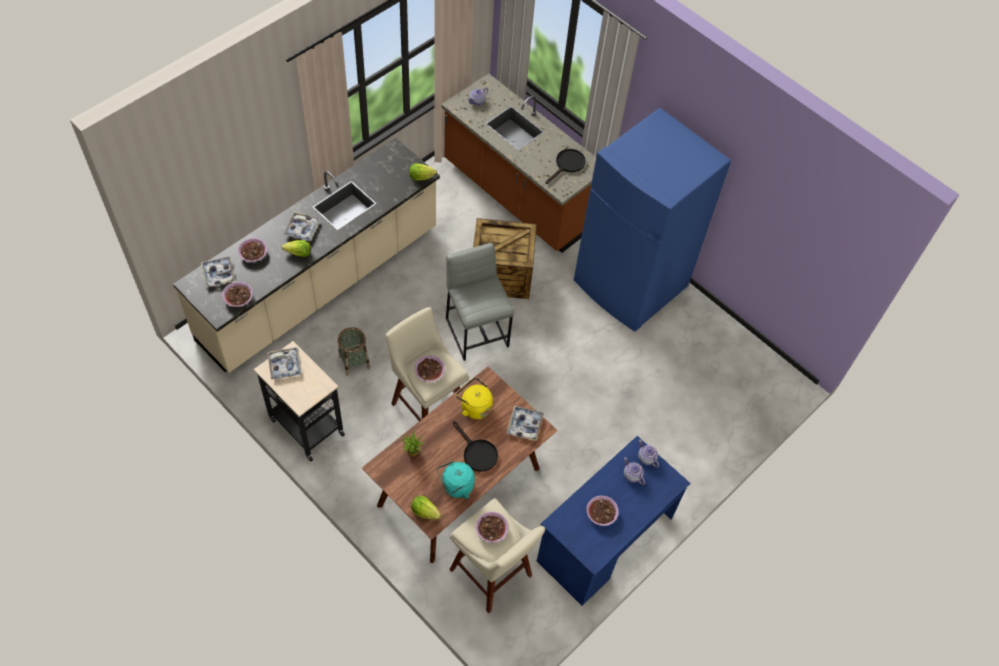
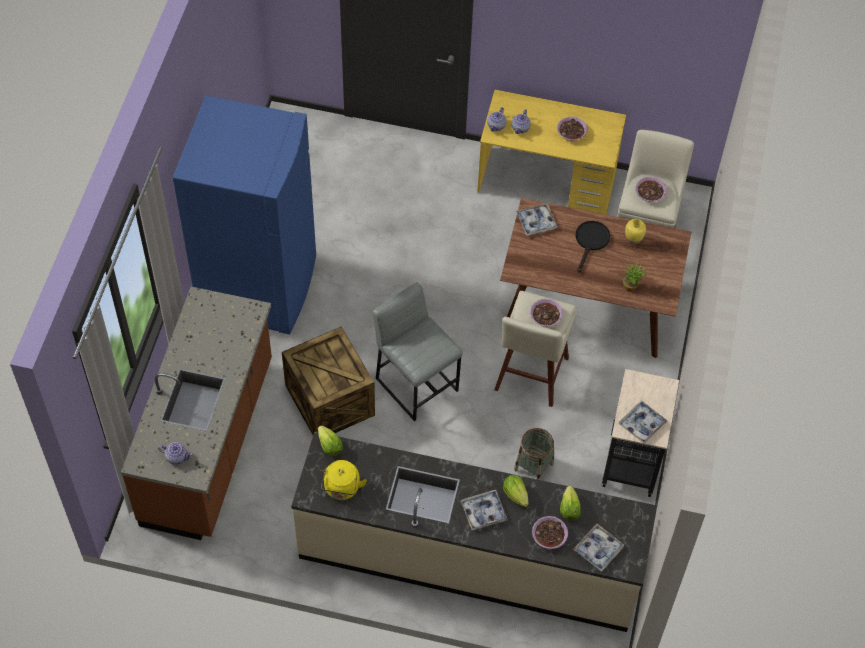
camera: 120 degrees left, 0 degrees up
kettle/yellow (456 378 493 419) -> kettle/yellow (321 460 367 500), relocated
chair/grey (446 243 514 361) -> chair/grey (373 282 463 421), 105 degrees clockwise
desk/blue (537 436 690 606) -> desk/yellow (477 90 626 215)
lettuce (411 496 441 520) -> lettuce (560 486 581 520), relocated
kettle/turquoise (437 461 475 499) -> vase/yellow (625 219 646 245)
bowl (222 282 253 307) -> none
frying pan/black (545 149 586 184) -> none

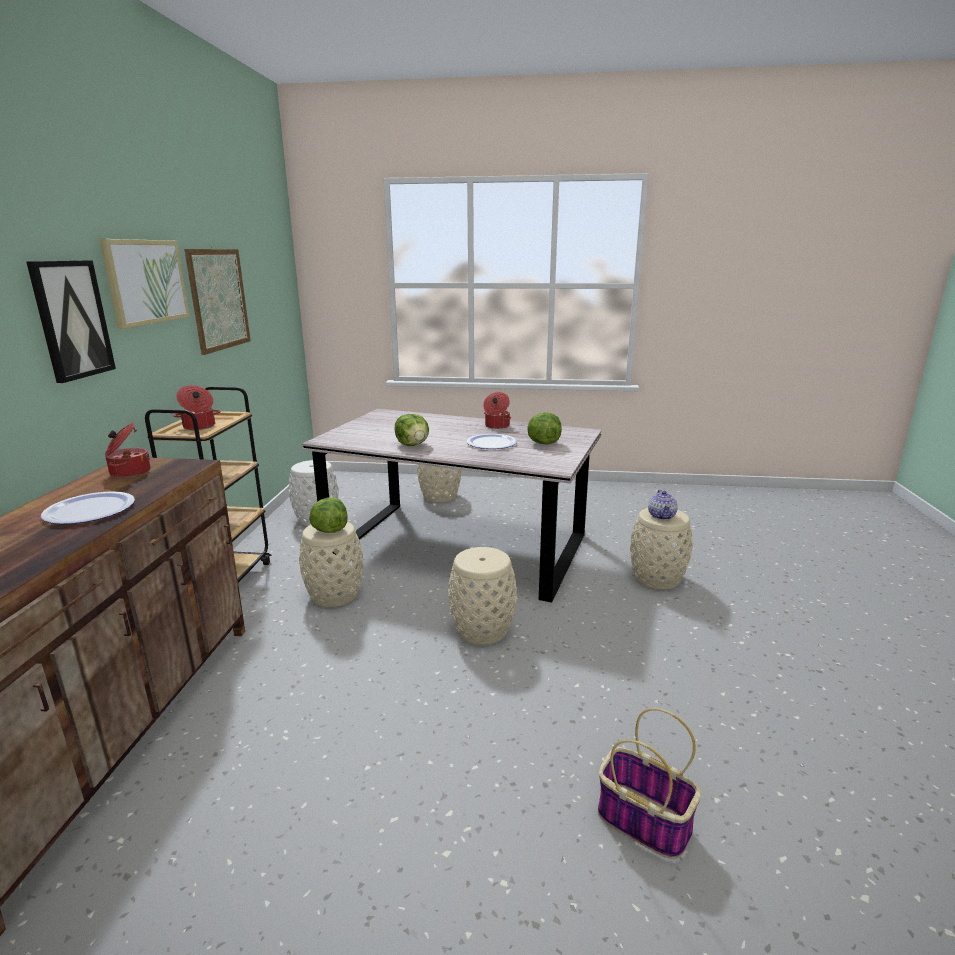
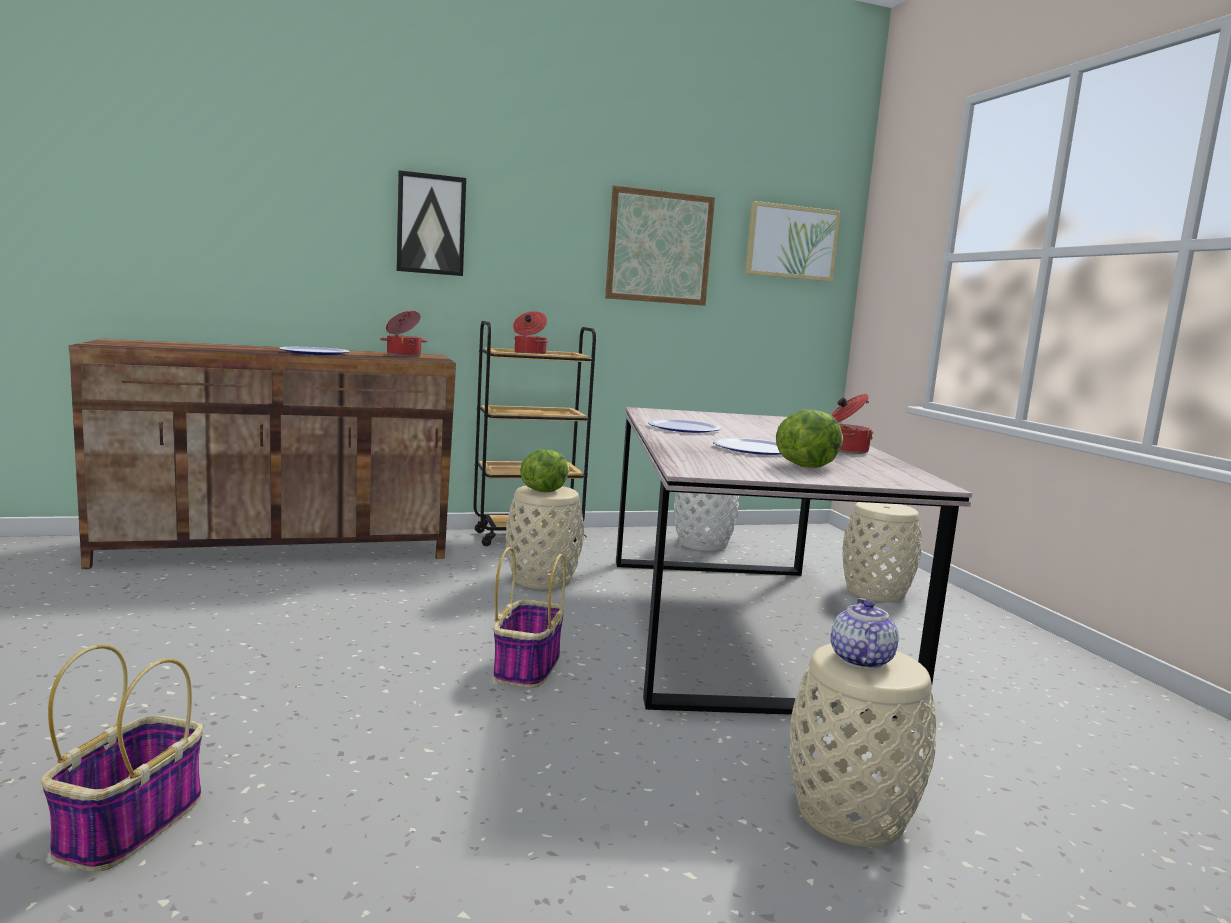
camera: 65 degrees right, 10 degrees down
stool/beige (448 547 517 645) -> basket (493 547 566 688)
lettuce (395 414 429 446) -> plate (647 419 721 433)
picture (99 239 190 329) -> picture (745 201 841 282), relocated
teapot (648 490 678 520) -> teapot (831 598 899 669), 120 degrees clockwise

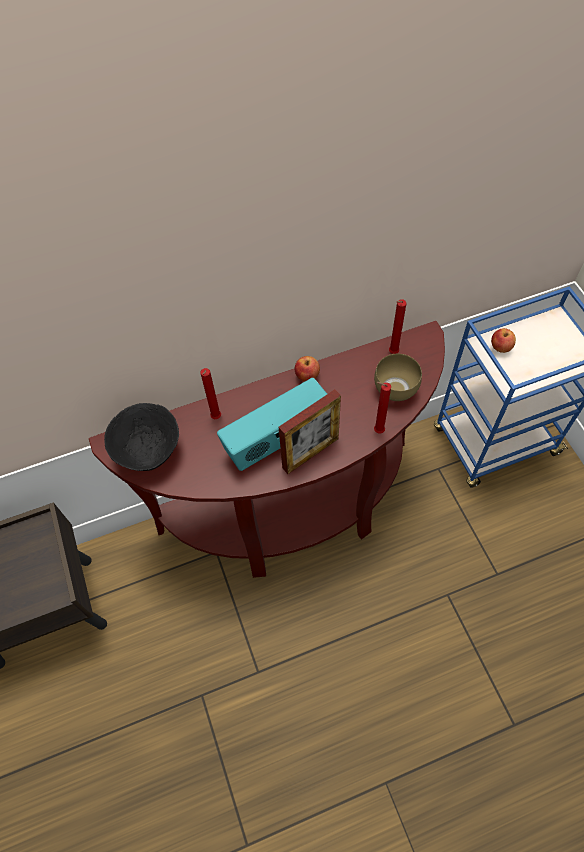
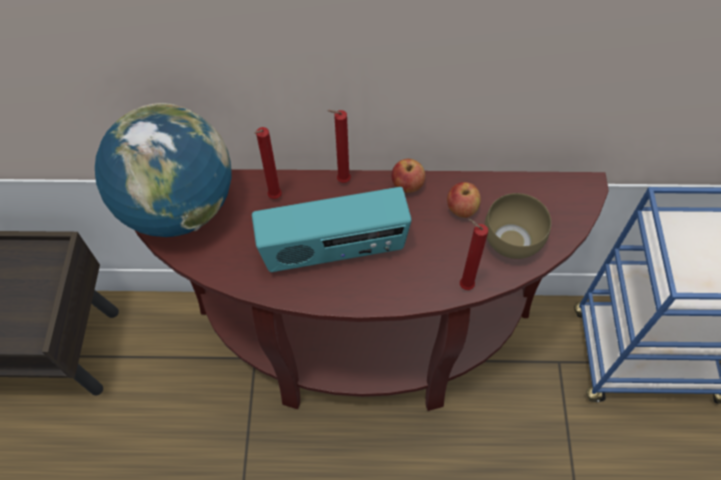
camera: 20 degrees right, 0 degrees up
bowl/black (104 403 179 471) -> globe (95 103 231 237)
candle/red (389 299 406 354) -> candle/red (328 110 351 183), relocated
apple (491 328 516 353) -> apple (447 182 481 218), relocated
picture frame (278 389 341 474) -> none

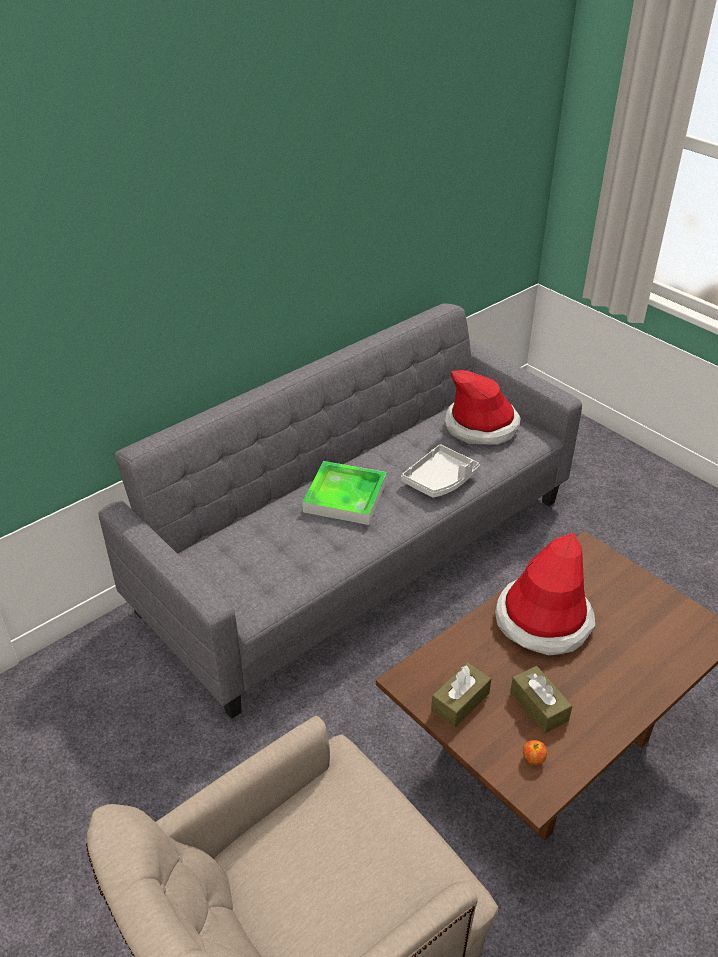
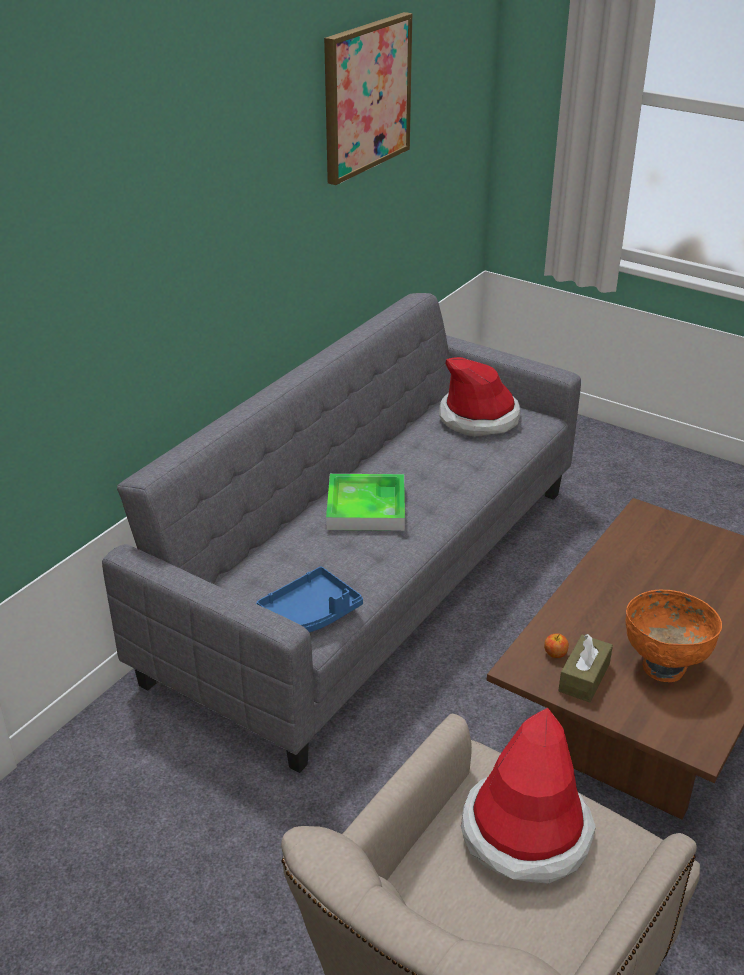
camera: 15 degrees left, 5 degrees down
none -> tray/blue (256 566 363 632)
none -> picture (324 12 412 185)
hat (495 532 595 656) -> hat (461 708 596 884), relocated
apple (523 740 547 765) -> apple (544 633 569 658), relocated
tissue box/brown (510 666 572 734) -> bowl/orange (626 590 722 682)
tray/grey (401 444 480 498) -> none

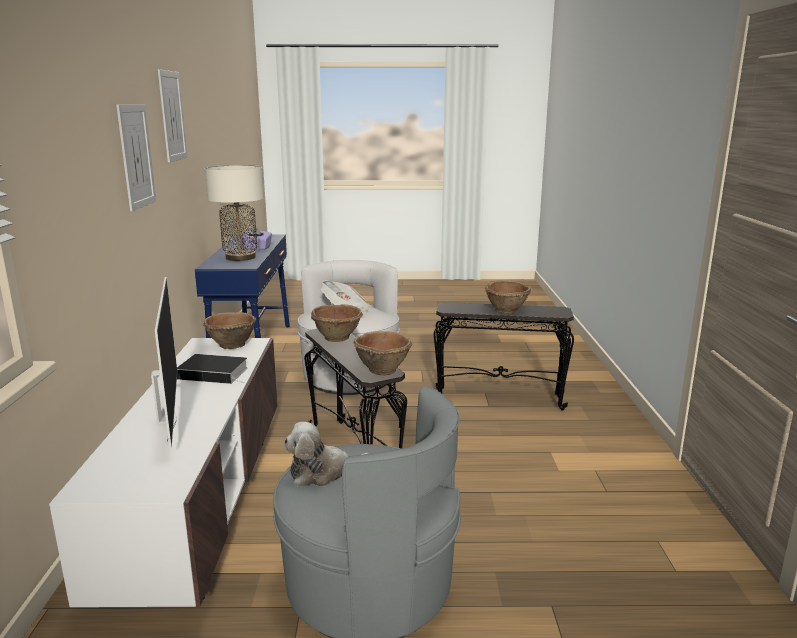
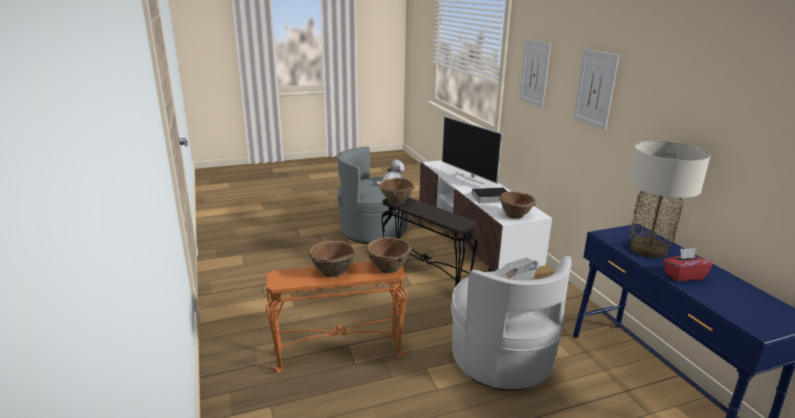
camera: 160 degrees right, 5 degrees up
side table/black (434 302 574 411) -> side table/orange (266 262 407 374)
bowl/brown (311 304 363 342) -> bowl/brown (366 237 412 273), relocated
picture (158 69 188 162) -> picture (519 39 551 108), relocated
tissue box/purple (241 227 272 250) -> tissue box/red (663 248 713 282)

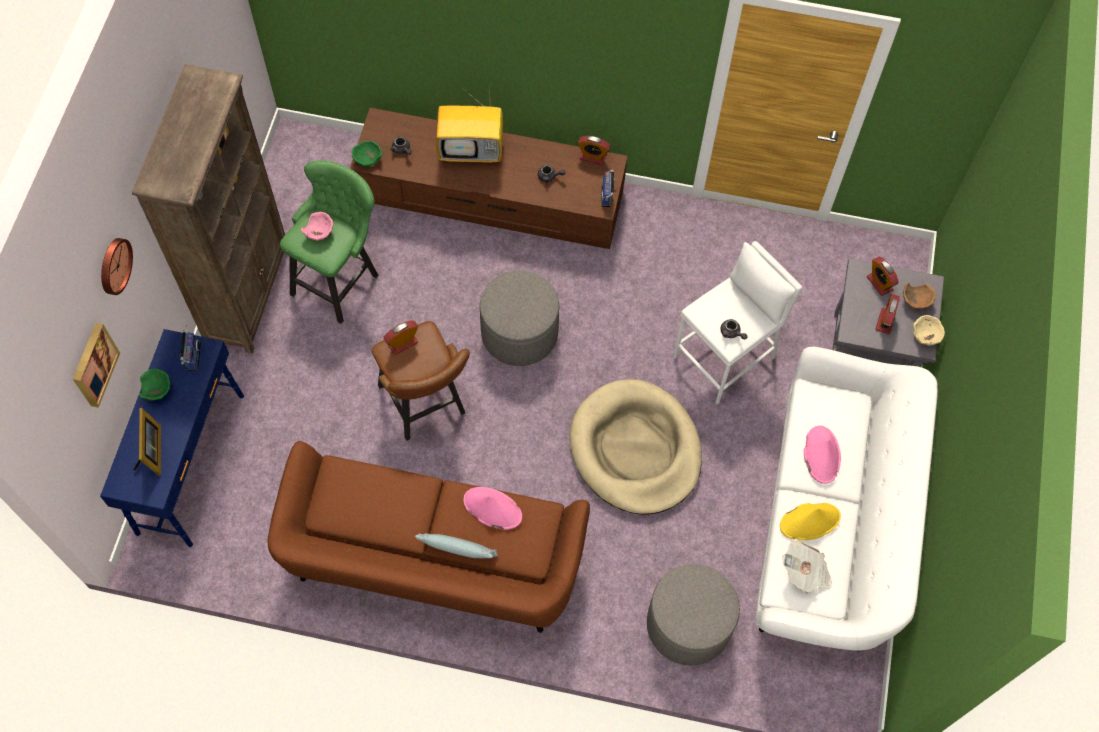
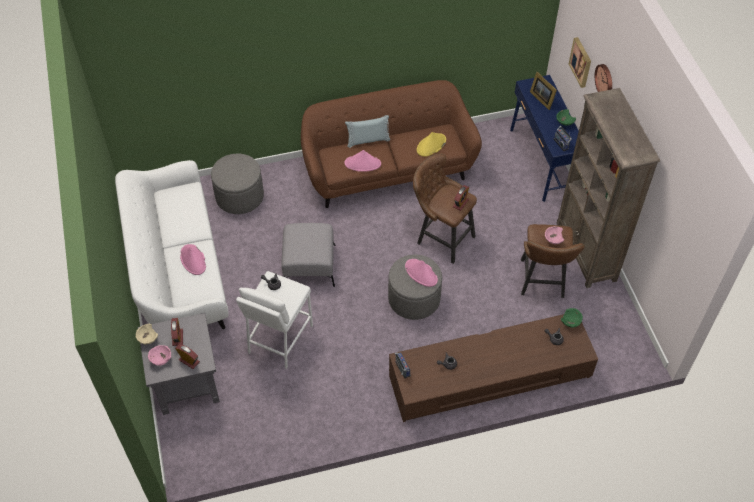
camera: 155 degrees right, 10 degrees down
bowl/brown (903 282 936 309) -> bowl/pink (148 345 171 366)
dog bed/beige (570 379 702 515) -> ottoman/grey (281 223 336 287)
none -> hat/pink (405 259 438 287)
hat/yellow (780 503 841 540) -> hat/yellow (417 132 446 157), relocated
stool/green (280 160 378 324) -> stool/brown (521 224 585 298)
television (436 86 503 163) -> none
alarm clock (578 136 610 165) -> none
newspaper (782 540 832 593) -> none

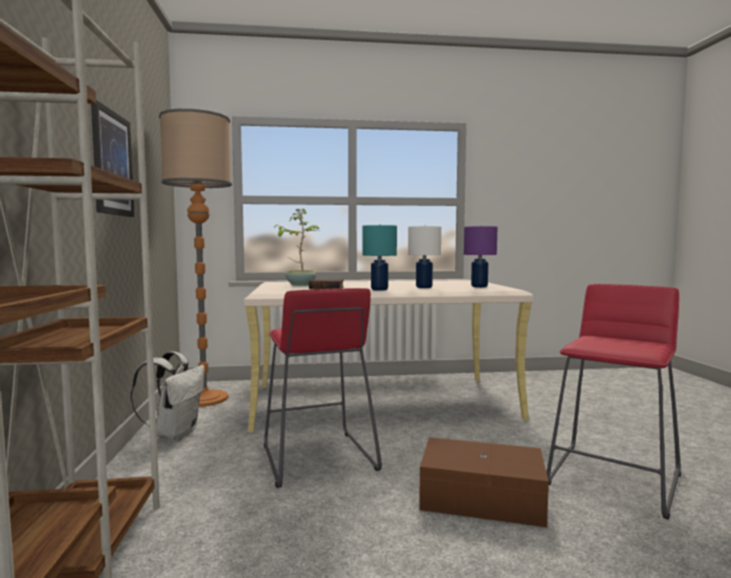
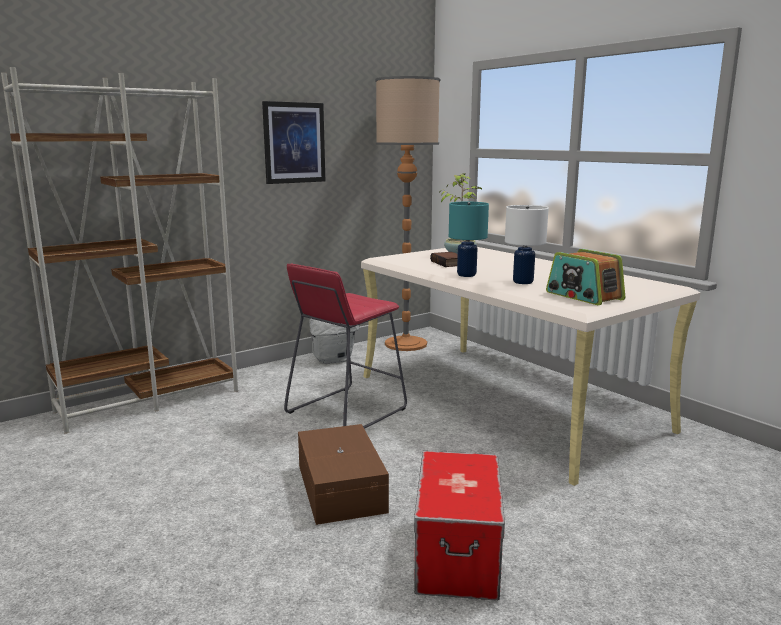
camera: 60 degrees right, 10 degrees up
stool/red (547 284 681 520) -> storage box (414 451 505 600)
table lamp/purple (464 226 497 288) -> radio (546 249 625 305)

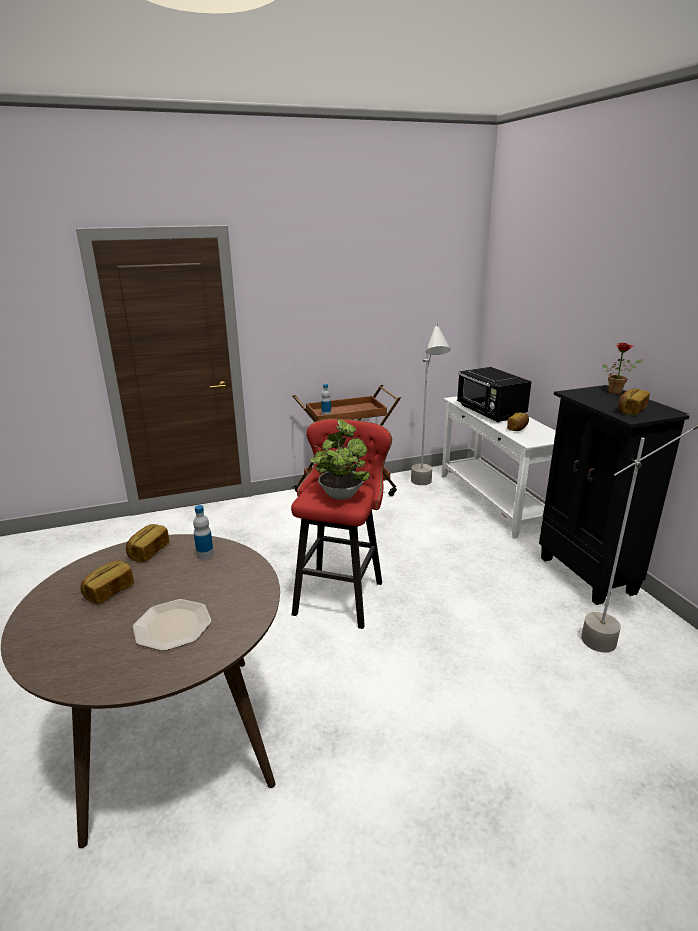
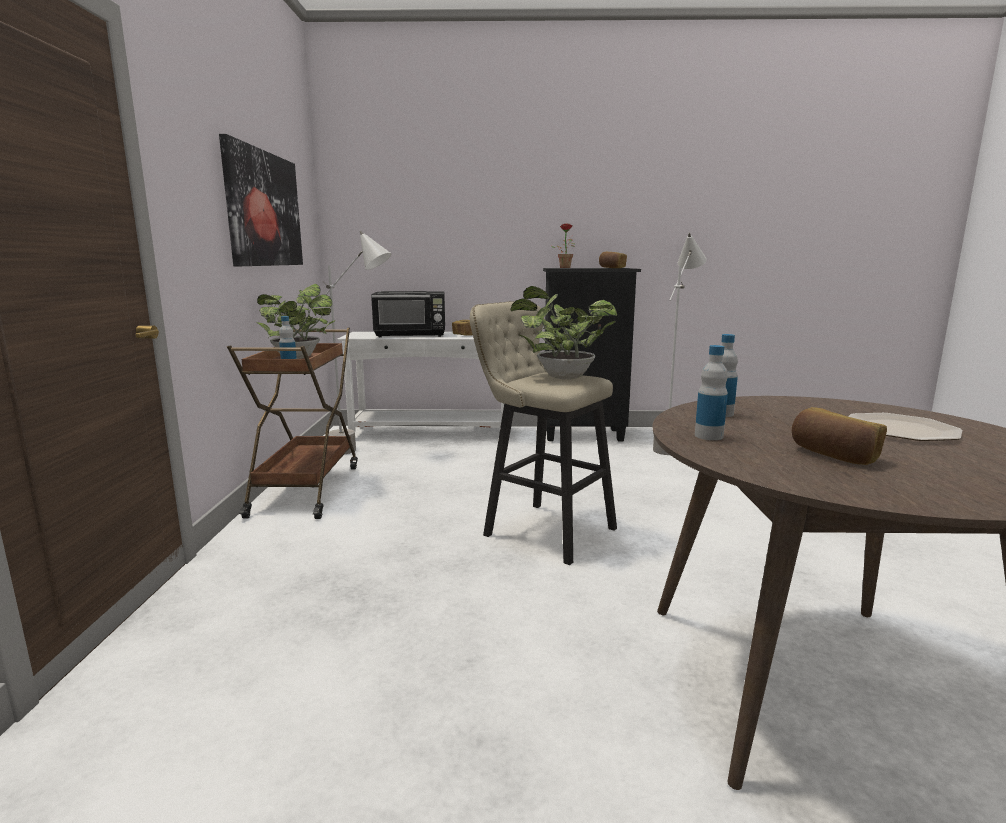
camera: 70 degrees left, 10 degrees down
none -> picture (219 134 303 266)
none -> potted plant (256 284 335 359)
stool/red (291 419 392 629) -> stool/beige (470 301 617 565)
bread (126 524 170 562) -> bottle (695 345 728 440)

